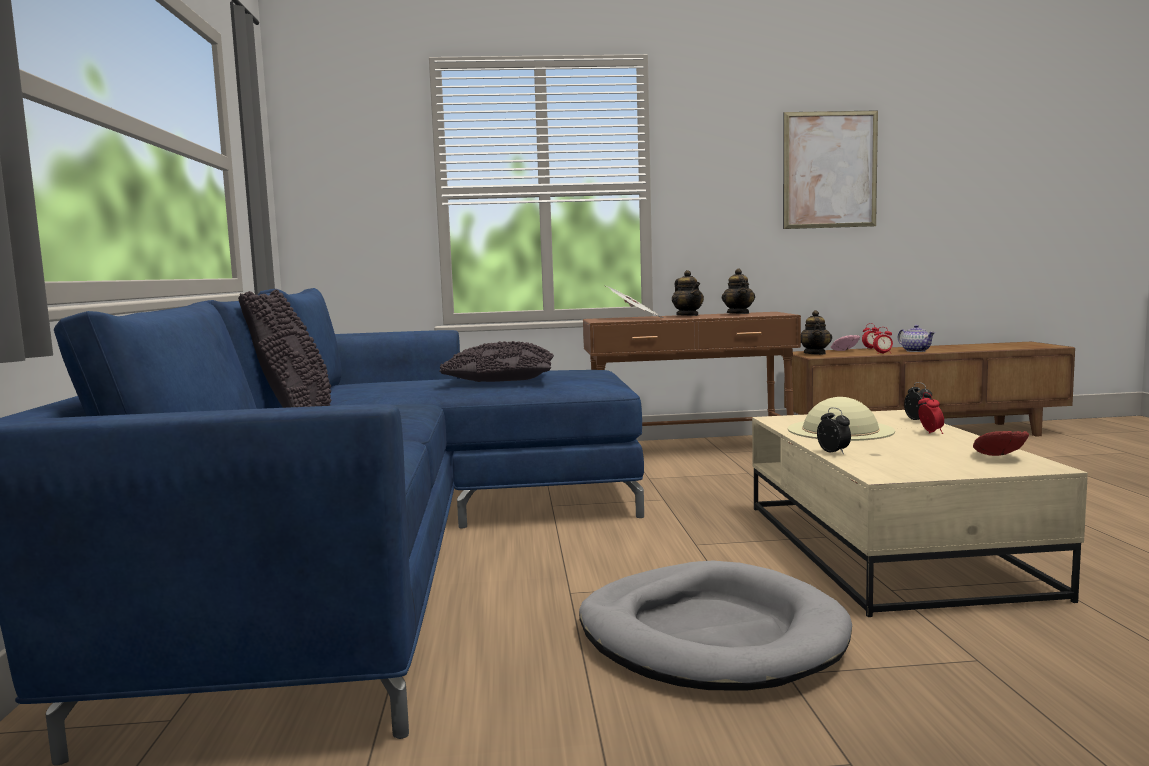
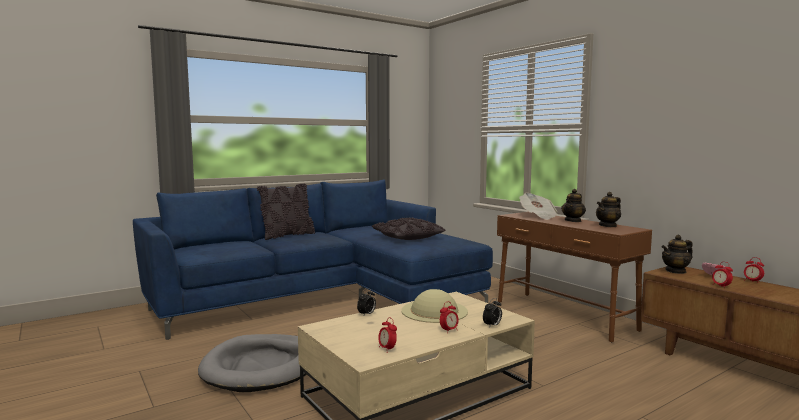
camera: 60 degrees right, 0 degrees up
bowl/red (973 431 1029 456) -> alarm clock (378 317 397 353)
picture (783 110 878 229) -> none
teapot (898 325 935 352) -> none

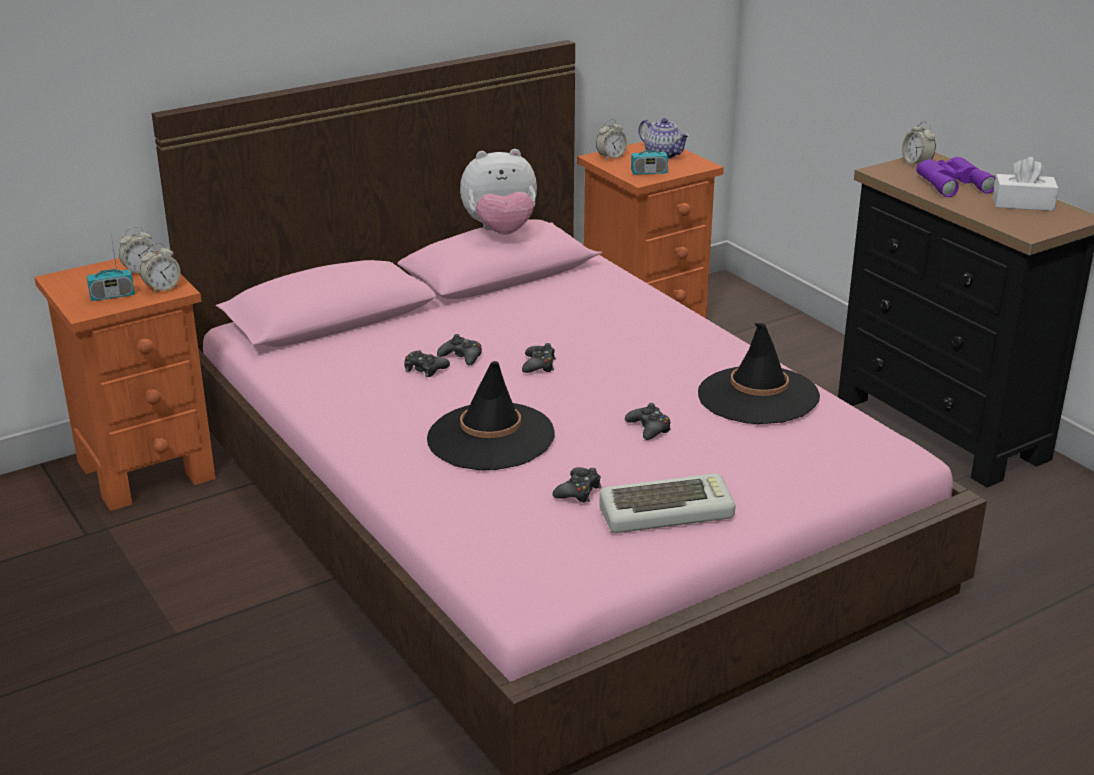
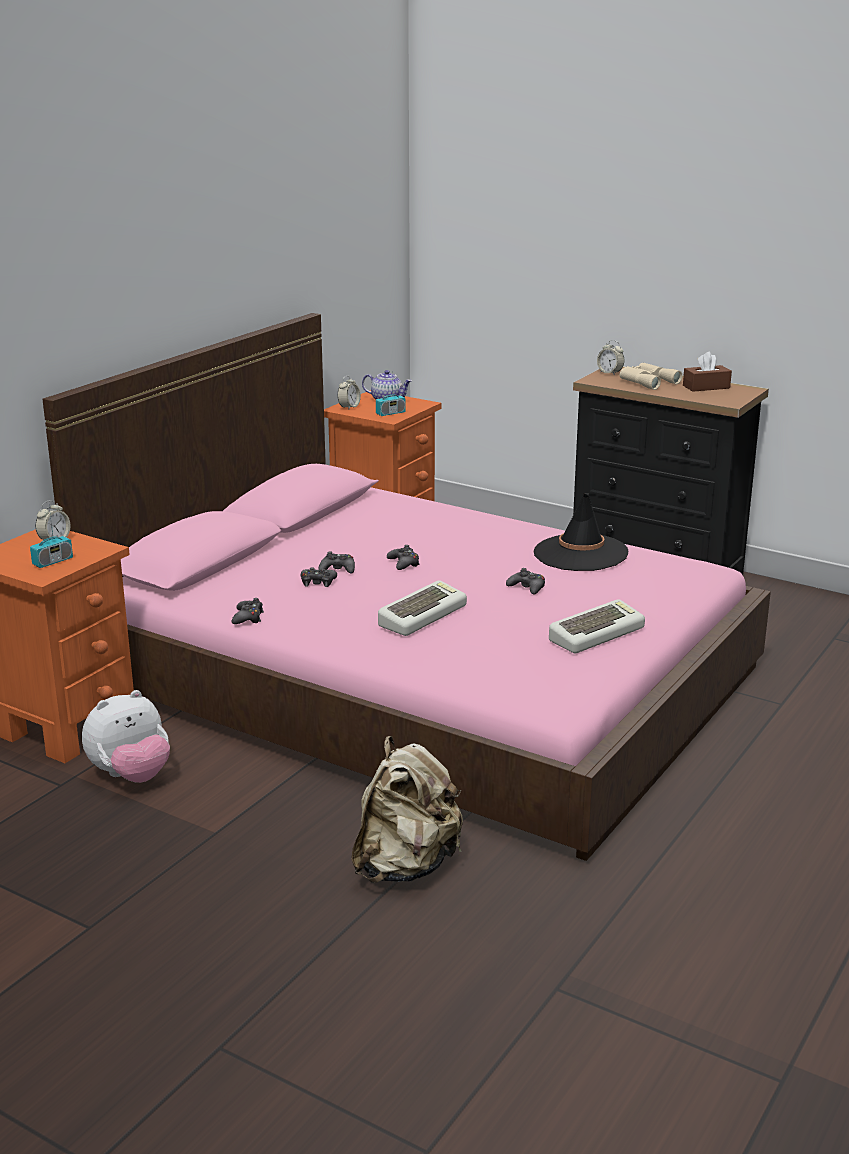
camera: 25 degrees left, 5 degrees down
plush toy (460 149 537 235) -> plush toy (82 690 170 783), relocated
game controller/black (552 467 601 503) -> game controller/black (232 598 264 624), relocated
none -> backpack/beige (351 736 463 883)
hat/black (427 361 555 470) -> keyboard (378 580 467 636)
binoculars/purple (916 157 996 197) -> binoculars/beige (620 363 683 390)
tissue box/white (993 157 1058 211) -> tissue box/brown (683 352 732 392)
alarm clock (140 243 181 294) -> none

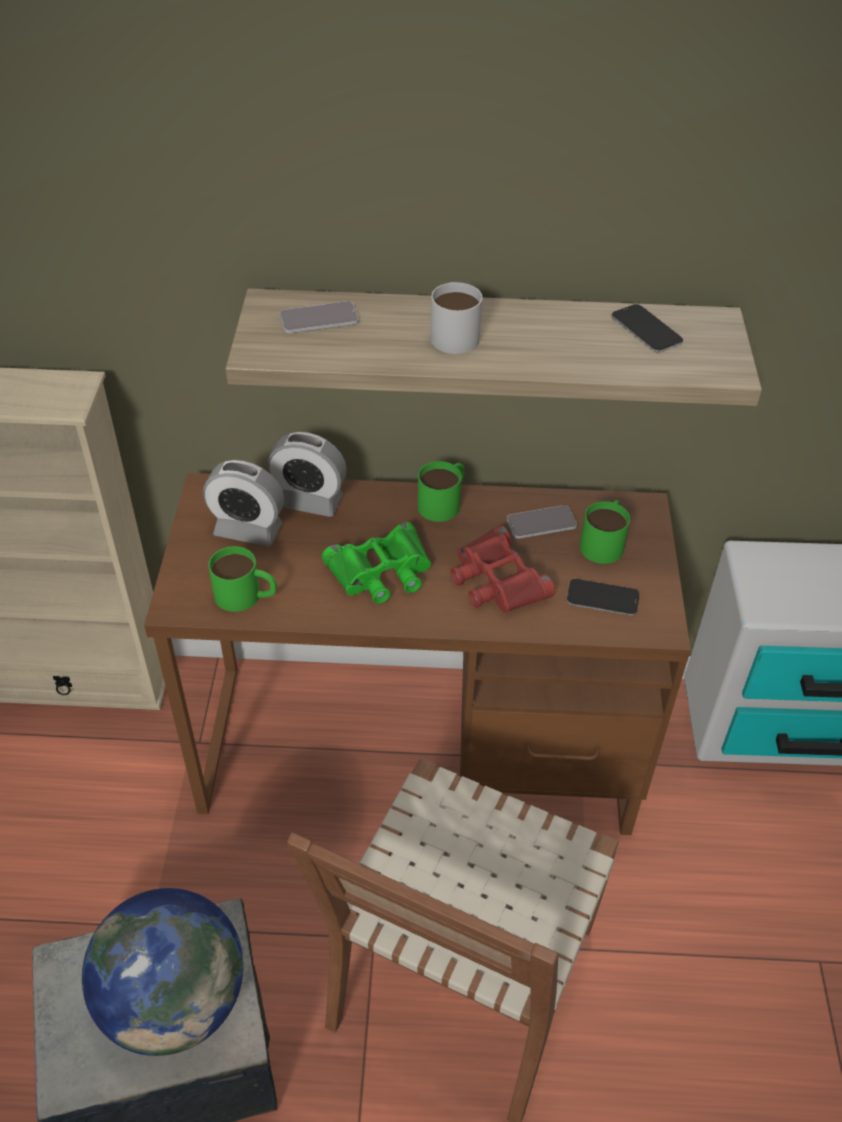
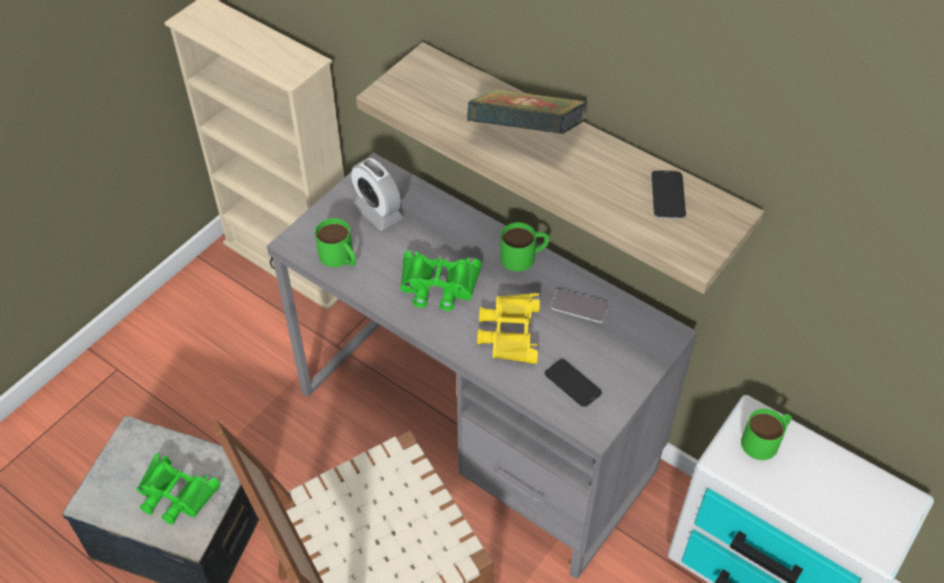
camera: 35 degrees right, 5 degrees up
globe (82 888 243 1056) -> binoculars/green (136 453 220 525)
desk/brown (144 473 691 835) -> desk/grey (267 152 698 579)
mug/white (430 282 482 354) -> book (467 88 587 134)
binoculars/red (450 526 555 613) -> binoculars/yellow (477 293 540 364)
mug/green (580 500 630 564) -> mug/green (741 409 792 460), relocated
alarm clock (268 432 347 517) -> none
phone (280 301 359 333) -> none

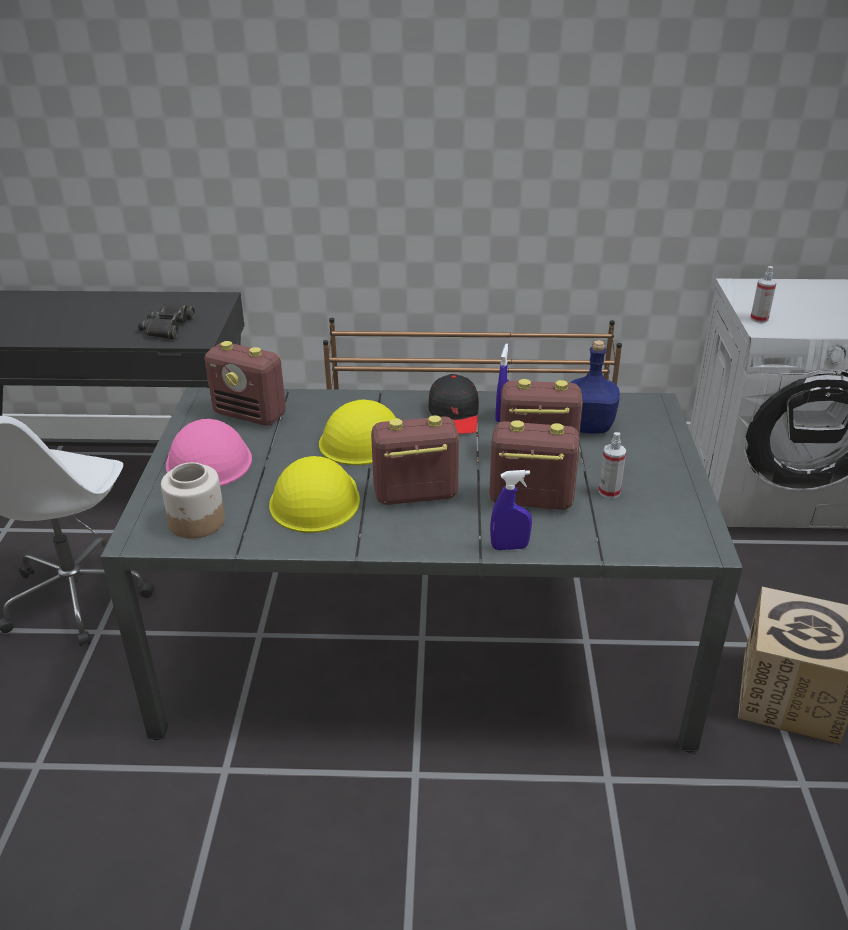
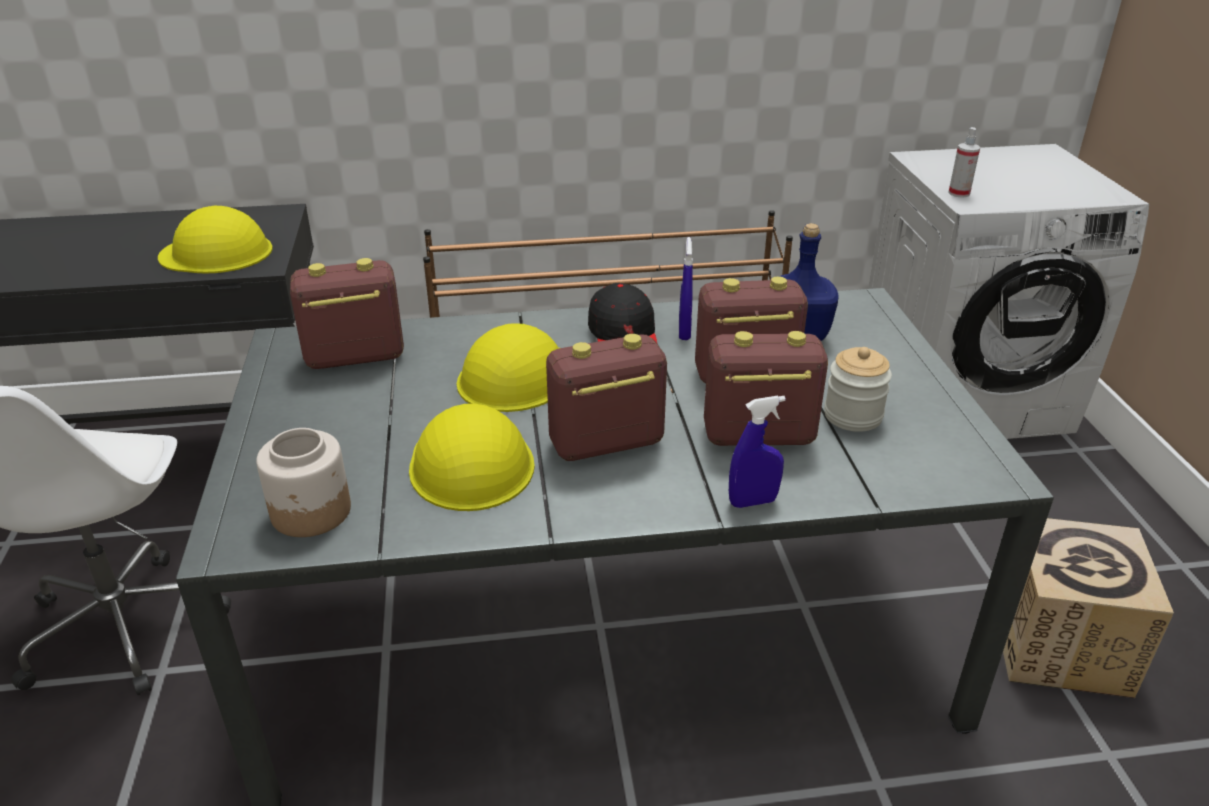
camera: 10 degrees left, 0 degrees up
binoculars/black (138 304 195 339) -> hard hat/yellow (158 206 273 274)
radio (205 341 286 426) -> radio (290 258 404 369), 150 degrees clockwise
spray bottle (599 432 626 498) -> jar (824 347 892 432)
hard hat/pink (166 419 252 486) -> none

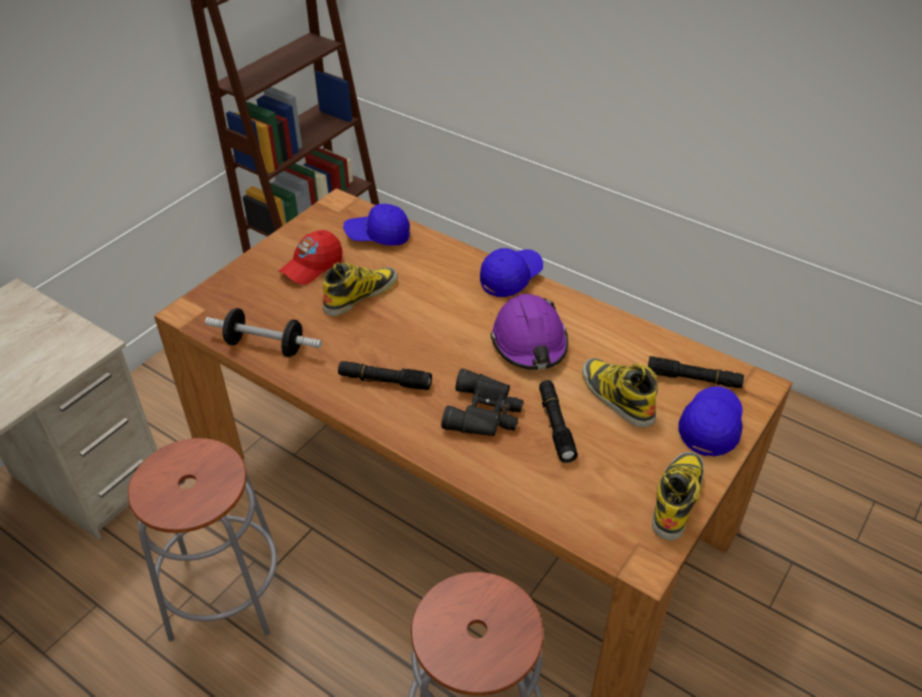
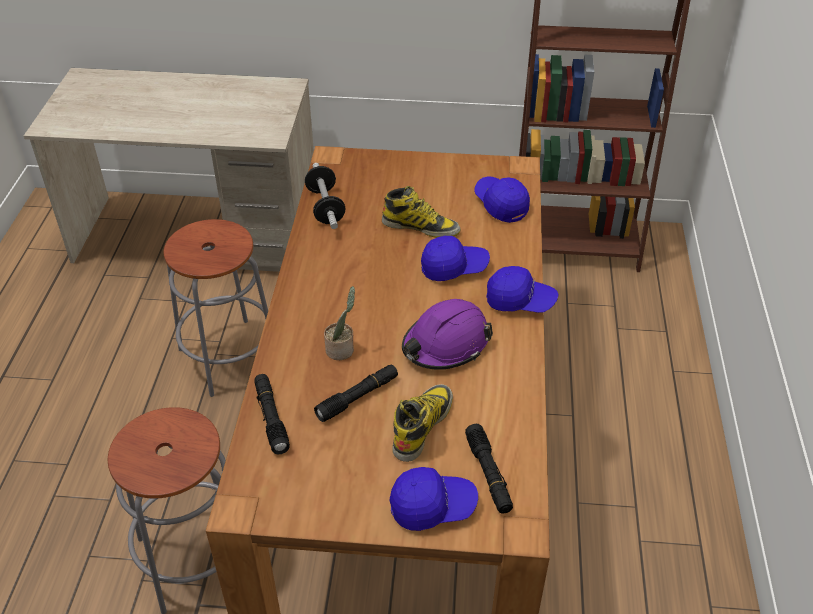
camera: 60 degrees right, 0 degrees up
flashlight/black (338 361 432 390) -> flashlight/black (254 374 290 454), relocated
binoculars/black (441 369 523 436) -> potted plant (324 286 355 360)
none -> cap/blue (421 236 490 281)
cap/red (279 230 342 285) -> none
boot (652 452 704 541) -> none

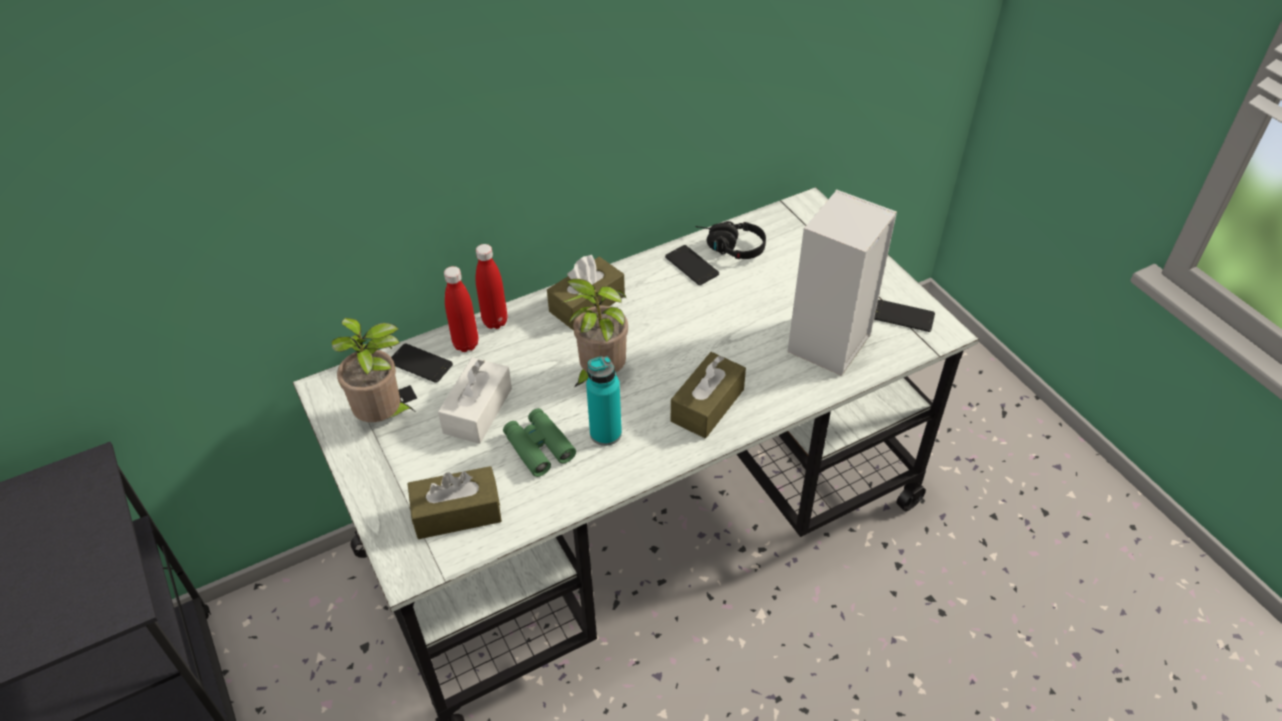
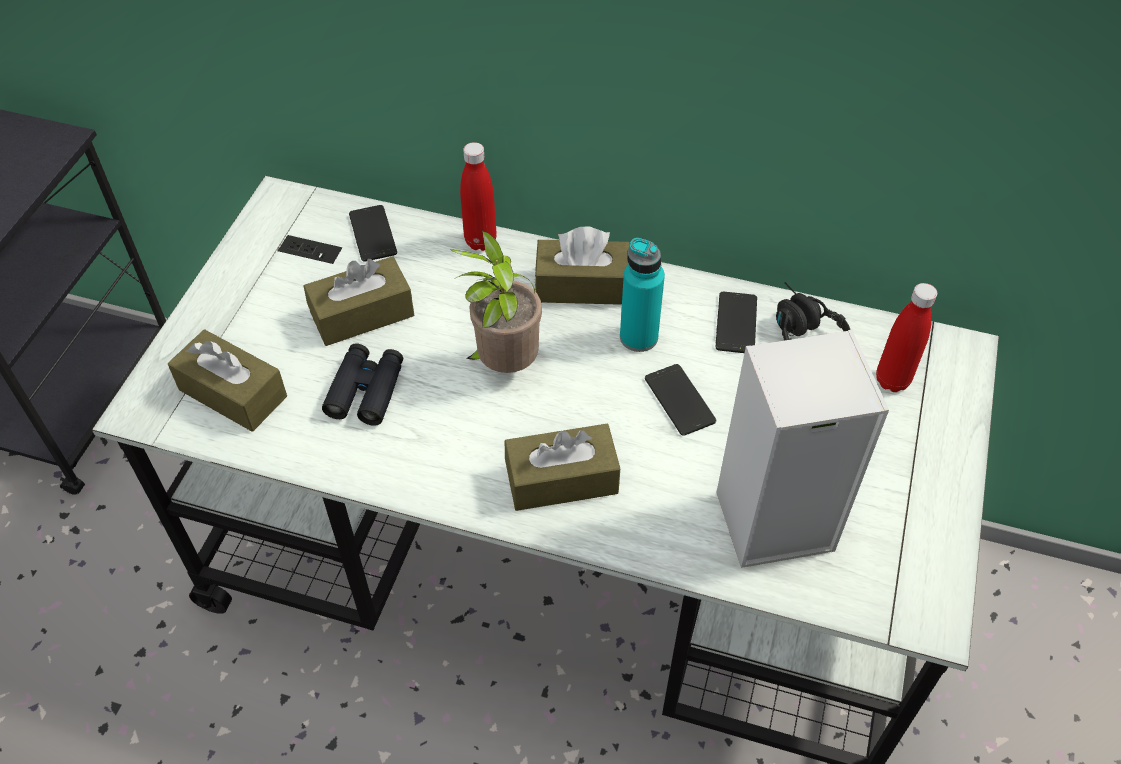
camera: 45 degrees right, 5 degrees up
tissue box/white (438 357 512 444) -> tissue box/brown (304 256 414 346)
binoculars/green (503 408 576 477) -> binoculars/black (322 343 403 426)
bottle/turquoise (586 356 622 446) -> bottle/turquoise (620 238 665 352), relocated
phone (874 300 935 332) -> phone (645 364 716 436), relocated
bottle/red (444 266 479 352) -> bottle/red (876 283 937 392), relocated
potted plant (332 318 416 422) -> none

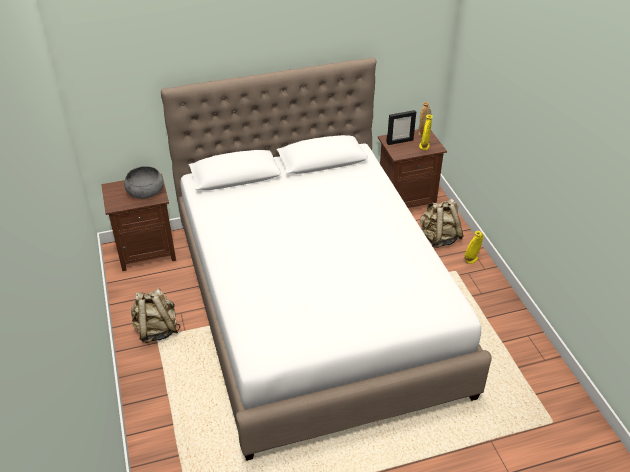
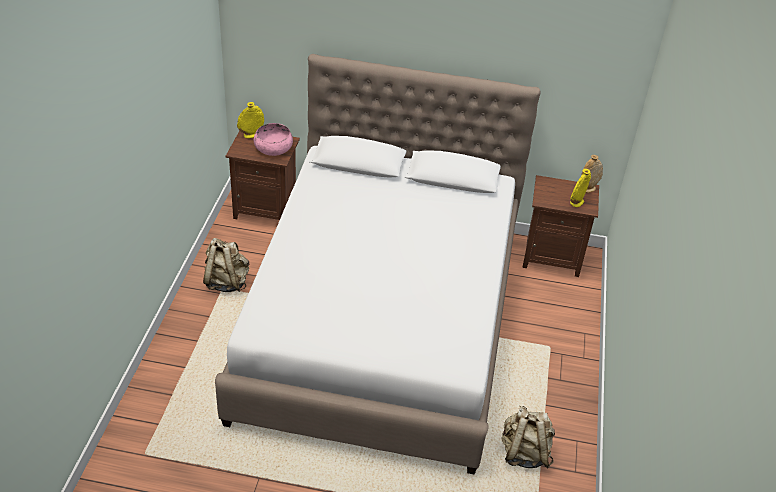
camera: 25 degrees right, 0 degrees up
vase/yellow (464 231 484 264) -> vase/yellow (237 102 264 139), relocated
bowl/grey (124 166 164 199) -> bowl/pink (254 123 293 156)
backpack/beige (420 199 463 248) -> backpack/beige (501 406 555 468), relocated
picture frame (386 110 416 145) -> none

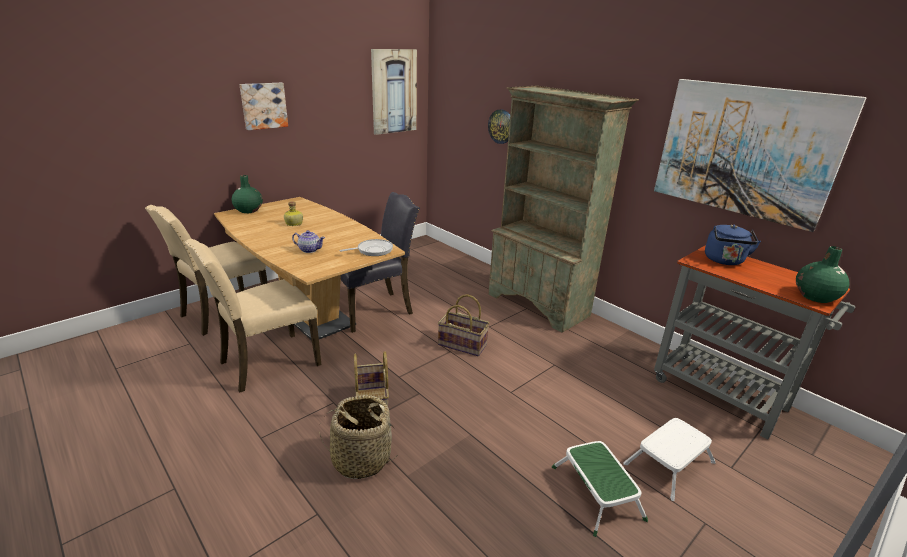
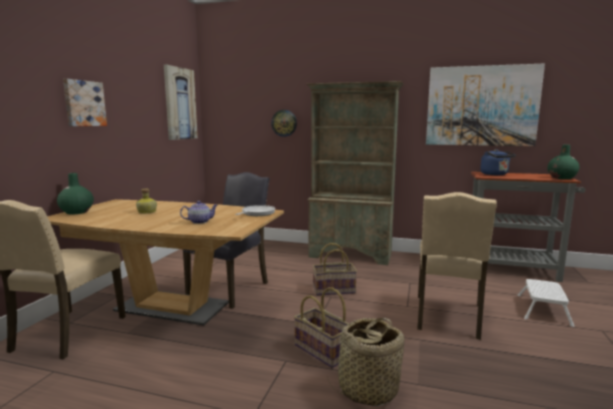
camera: 30 degrees left, 15 degrees down
chair/beige (184 239 321 392) -> chair/beige (417 192 497 340), relocated
step ladder/green (551 441 648 537) -> none

